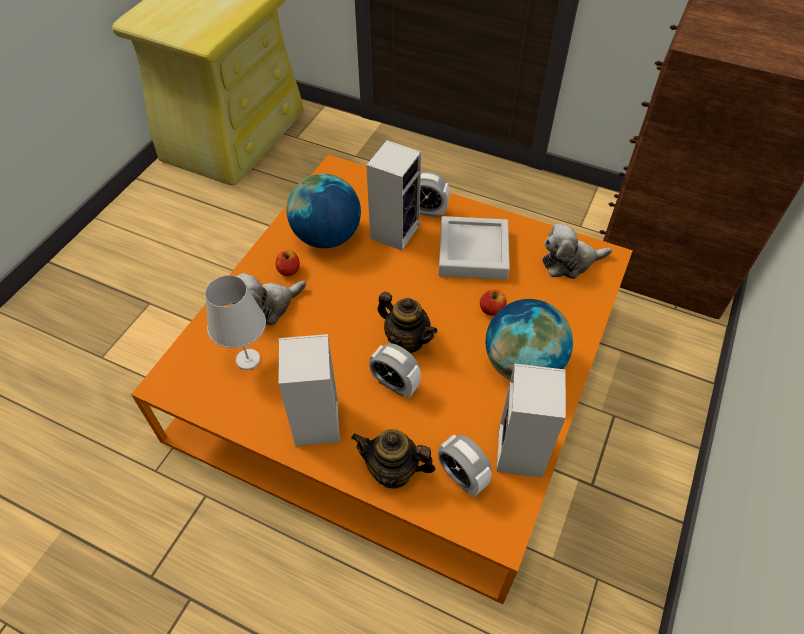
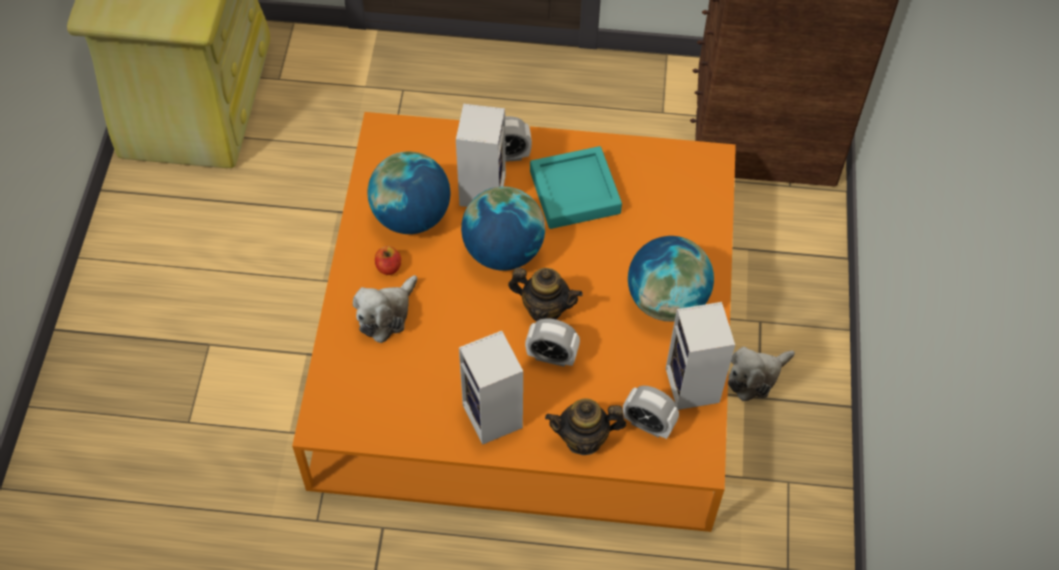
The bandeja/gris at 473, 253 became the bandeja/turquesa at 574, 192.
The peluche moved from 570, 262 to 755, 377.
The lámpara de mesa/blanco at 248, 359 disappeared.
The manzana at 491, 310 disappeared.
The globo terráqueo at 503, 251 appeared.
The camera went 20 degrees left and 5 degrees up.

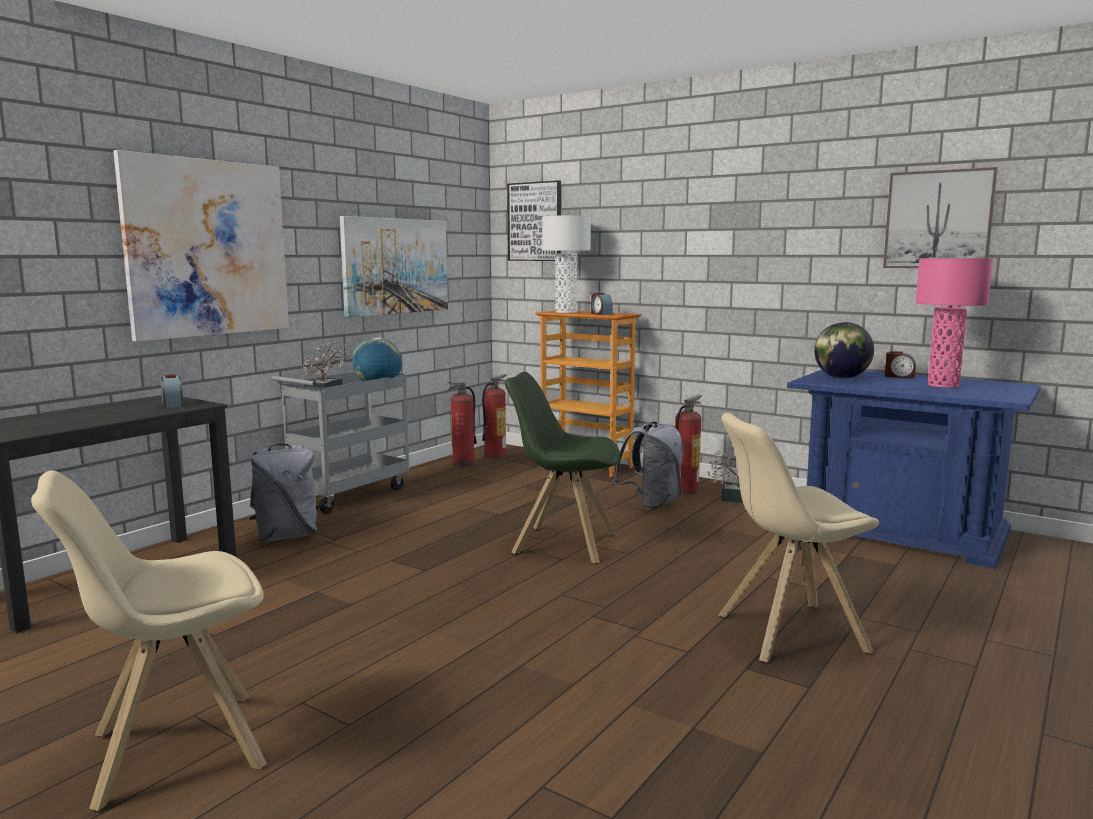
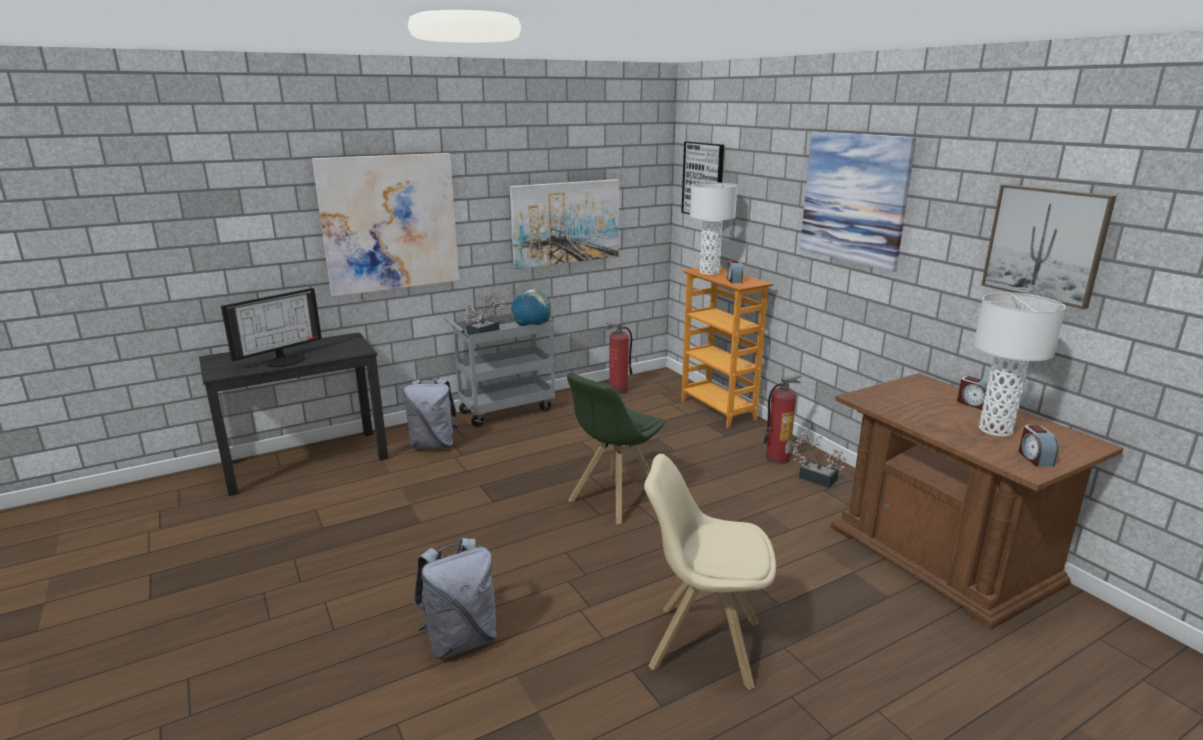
The lámpara de mesa/rosa at 942, 385 became the lámpara de mesa/blanco at 994, 429.
The globo terráqueo at 841, 378 disappeared.
The armario/azul at 900, 530 became the armario/marrón at 941, 555.
The silla/verde at 563, 544 turned 90 degrees counterclockwise.
The despertador moved from 173, 404 to 1034, 458.
The extintor at 495, 456 disappeared.
The mochila/gris moved from 652, 504 to 460, 639.
The silla/beis at 176, 749 disappeared.
The cuadro at 854, 198 appeared.
The monitor at 285, 360 appeared.
The camera went 25 degrees right and 10 degrees up.

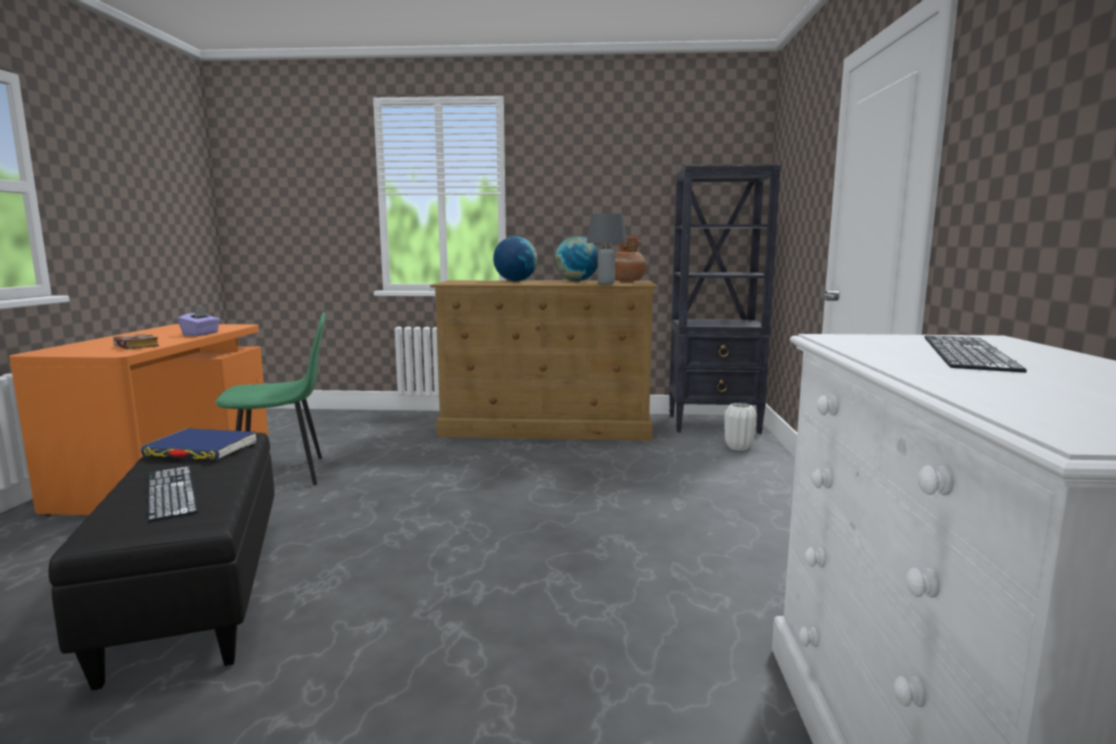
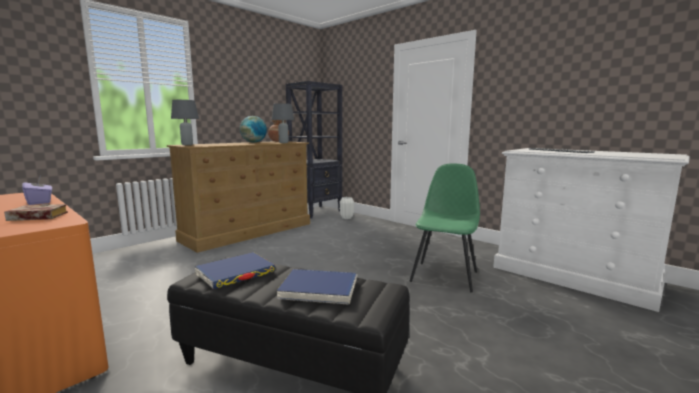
The globo terráqueo at 515, 281 disappeared.
The silla/verde moved from 282, 474 to 444, 276.
The teclado at 171, 492 was replaced by the libro/azul at 319, 289.
The lámpara de mesa/gris at 187, 145 appeared.
The camera went 50 degrees left and 0 degrees up.

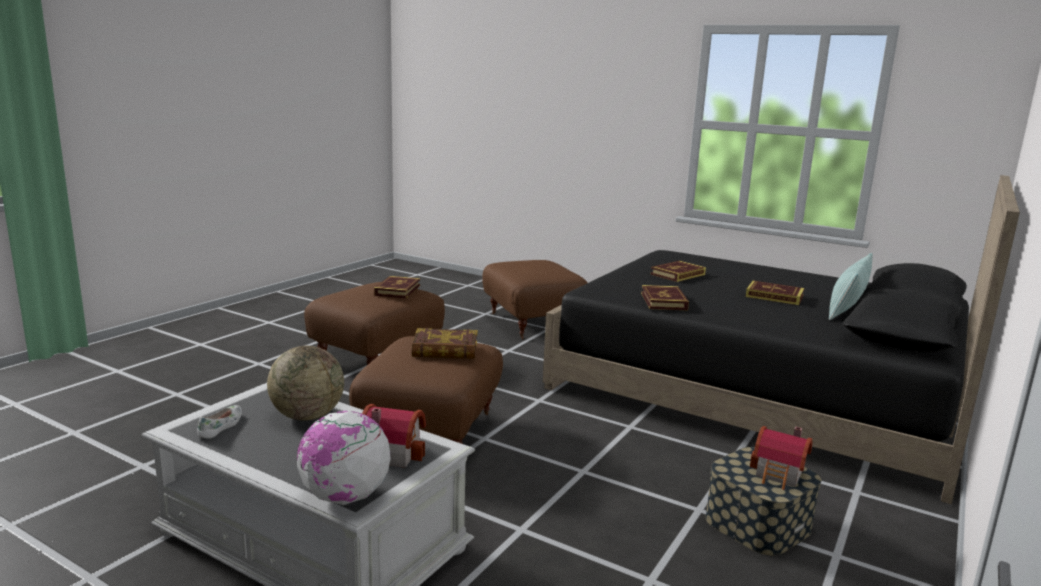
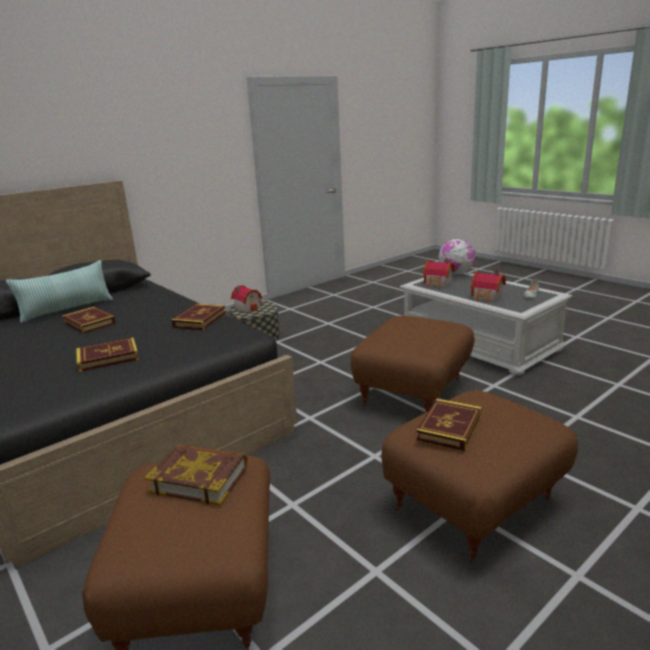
The libro moved from 445, 350 to 199, 478.
The globo terráqueo at 307, 416 was replaced by the casita at 487, 297.
The camera went 160 degrees left and 5 degrees up.

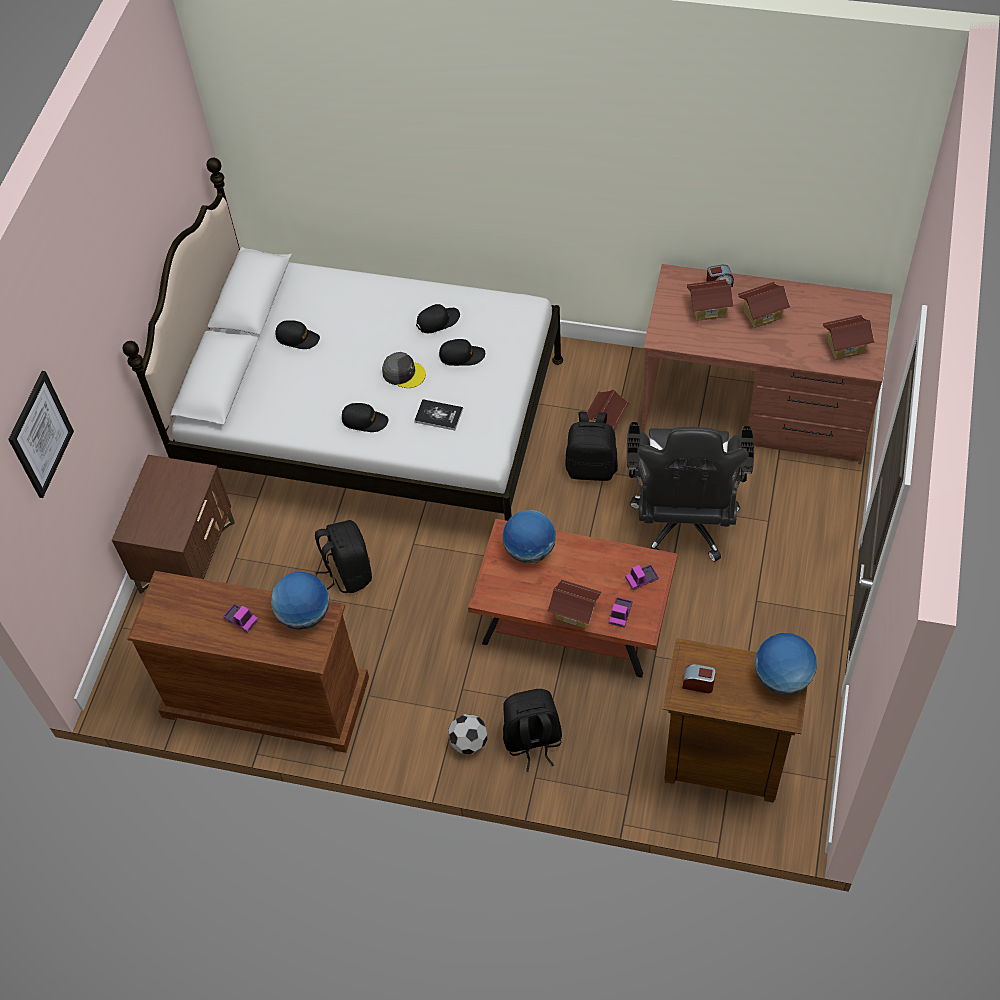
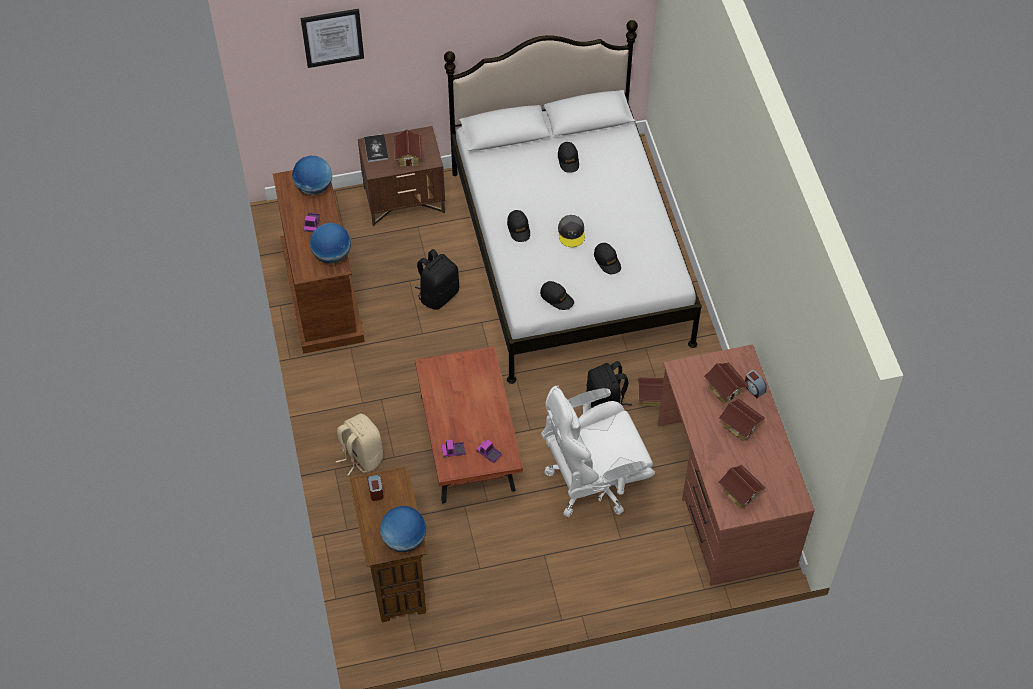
The gorra/negro moved from 438, 321 to 557, 298.
The libro moved from 438, 415 to 376, 148.
The silla de oficina/negro at 683, 515 became the silla de oficina/blanco at 595, 480.
The globo terráqueo moved from 530, 550 to 314, 188.
The casita moved from 574, 613 to 409, 157.
The mochila/negro at 532, 741 became the mochila/beis at 361, 456.
The balón de fútbol at 469, 742 disappeared.
The camera went 60 degrees right and 0 degrees up.

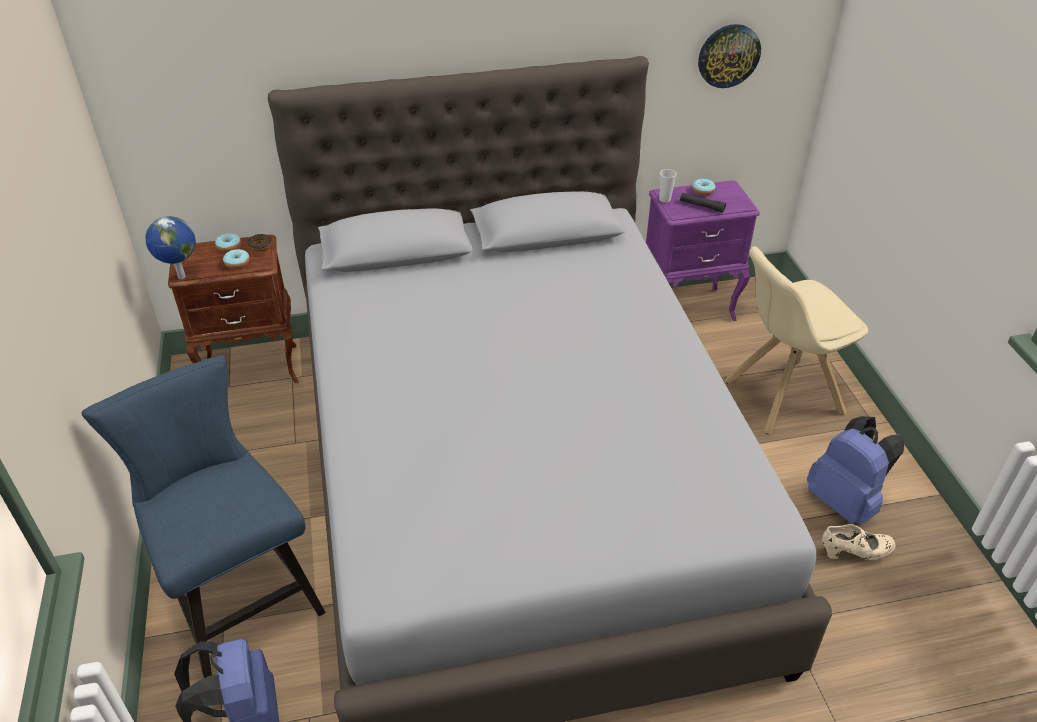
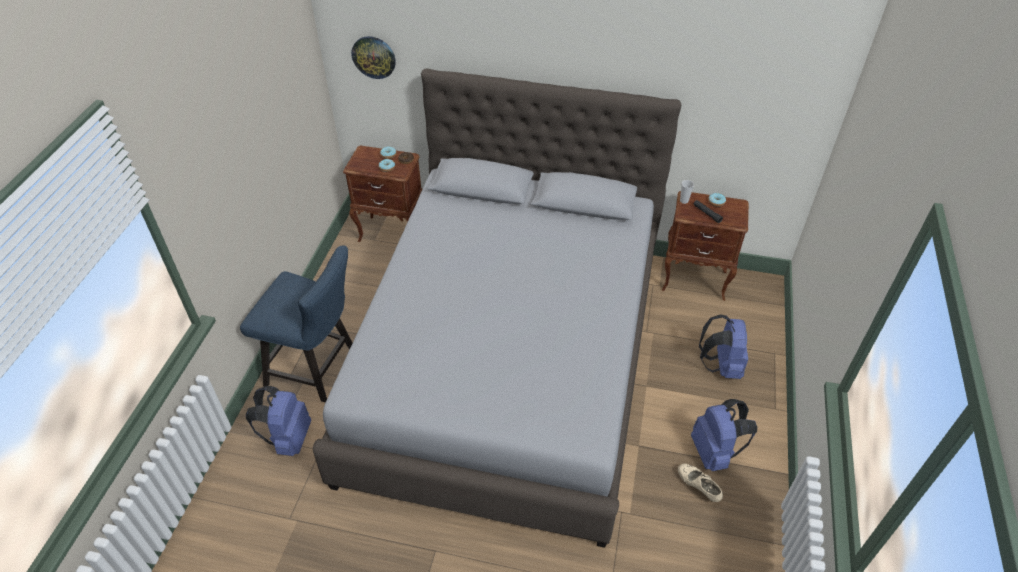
The reloj de pared moved from 728, 55 to 374, 57.
The mesita de noche/morado at 687, 309 became the mesita de noche/marrón at 694, 281.
The globo terráqueo at 180, 277 disappeared.
The silla/beis at 782, 396 was replaced by the mochila/azul at 721, 366.
The silla/azul at 239, 597 turned 120 degrees clockwise.
The zapato/beis at 855, 552 turned 150 degrees counterclockwise.
The camera went 25 degrees right and 5 degrees up.

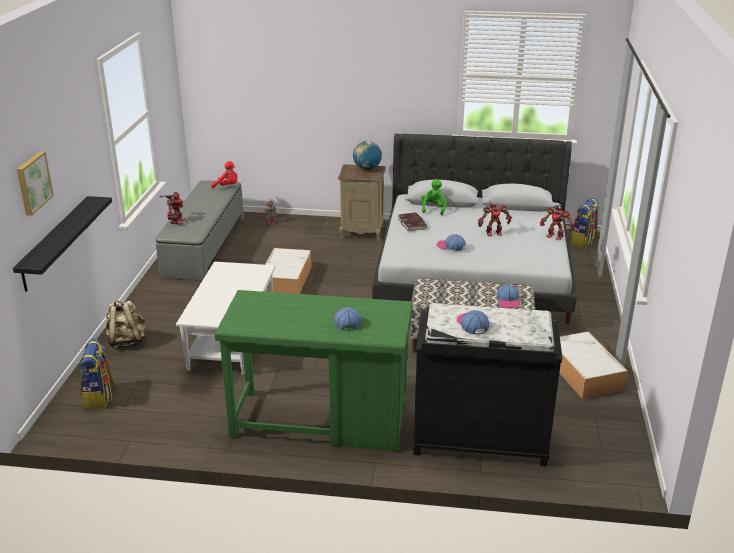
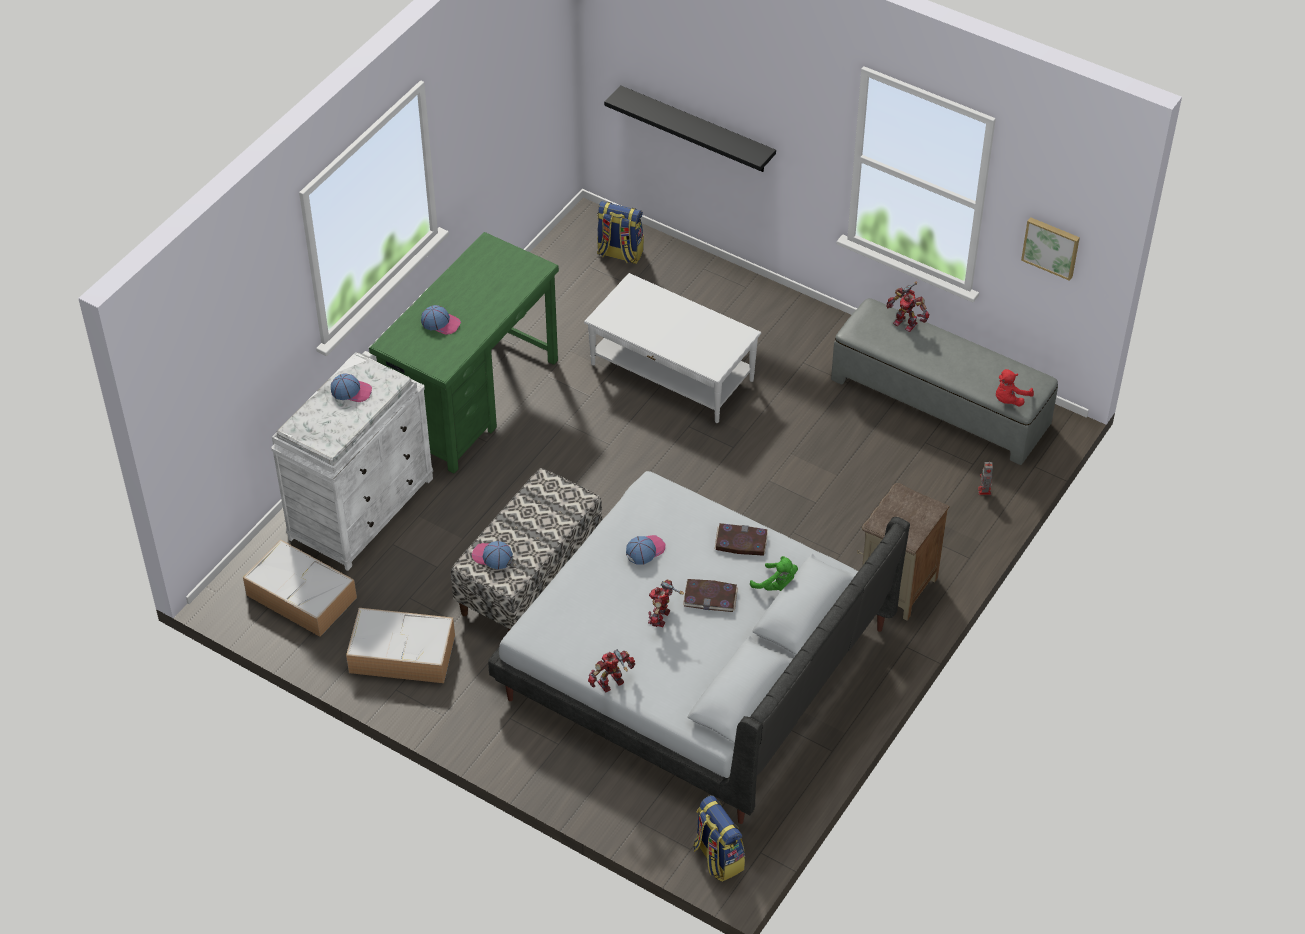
The globo terráqueo at 367, 169 disappeared.
The cuadro moved from 33, 182 to 1051, 247.
The caja de almacenaje moved from 286, 279 to 303, 597.
The mochila/beis at 127, 342 disappeared.
The cómoda/negro at 479, 438 became the cómoda/blanco at 361, 508.
The libro at 710, 597 appeared.
The camera went 115 degrees right and 20 degrees up.

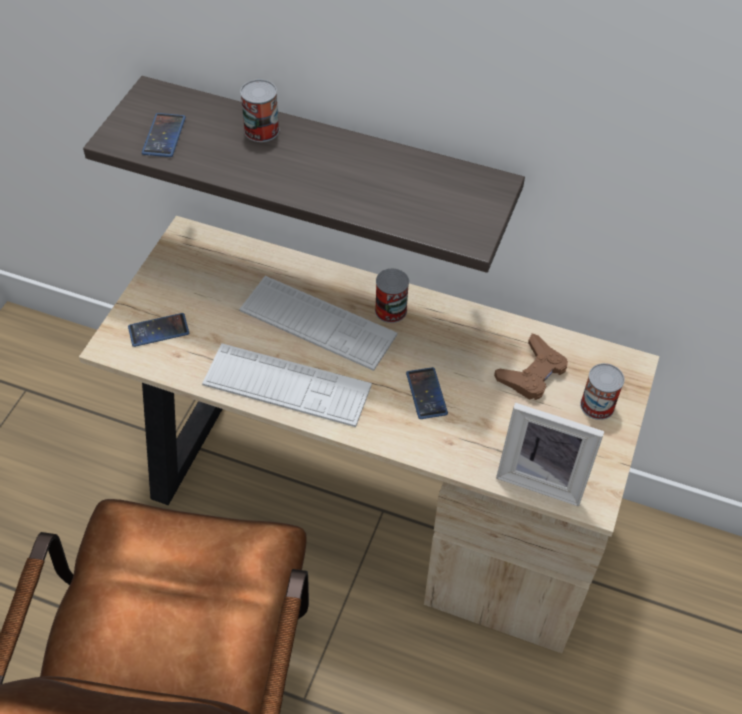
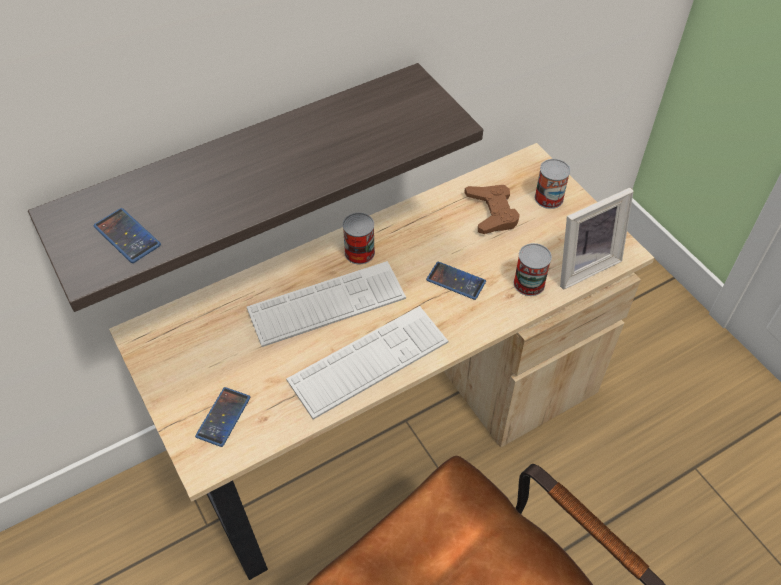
The lata moved from 261, 130 to 529, 283.
The camera went 50 degrees left and 0 degrees up.

